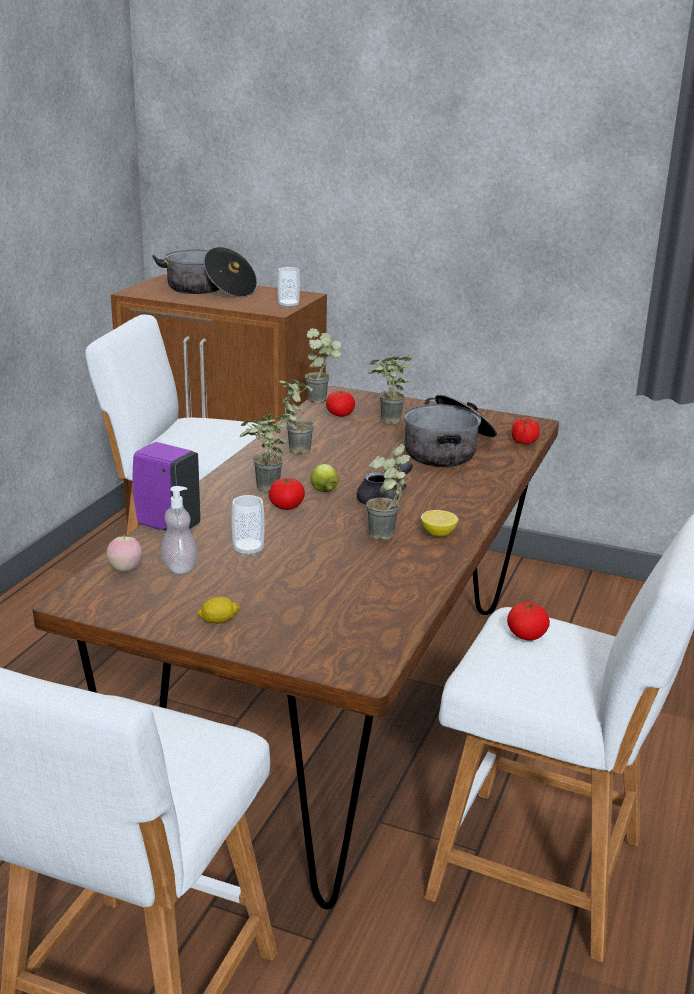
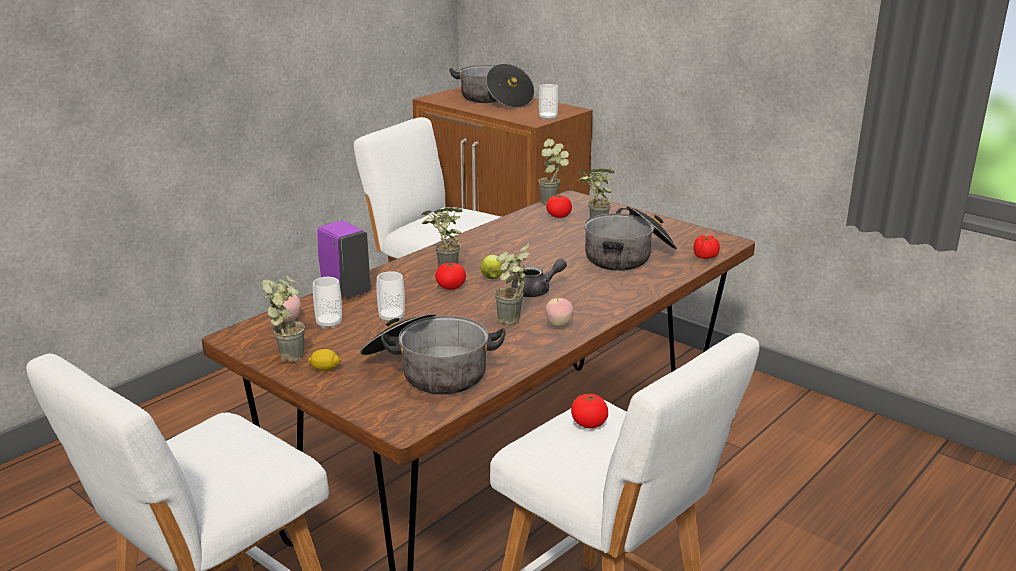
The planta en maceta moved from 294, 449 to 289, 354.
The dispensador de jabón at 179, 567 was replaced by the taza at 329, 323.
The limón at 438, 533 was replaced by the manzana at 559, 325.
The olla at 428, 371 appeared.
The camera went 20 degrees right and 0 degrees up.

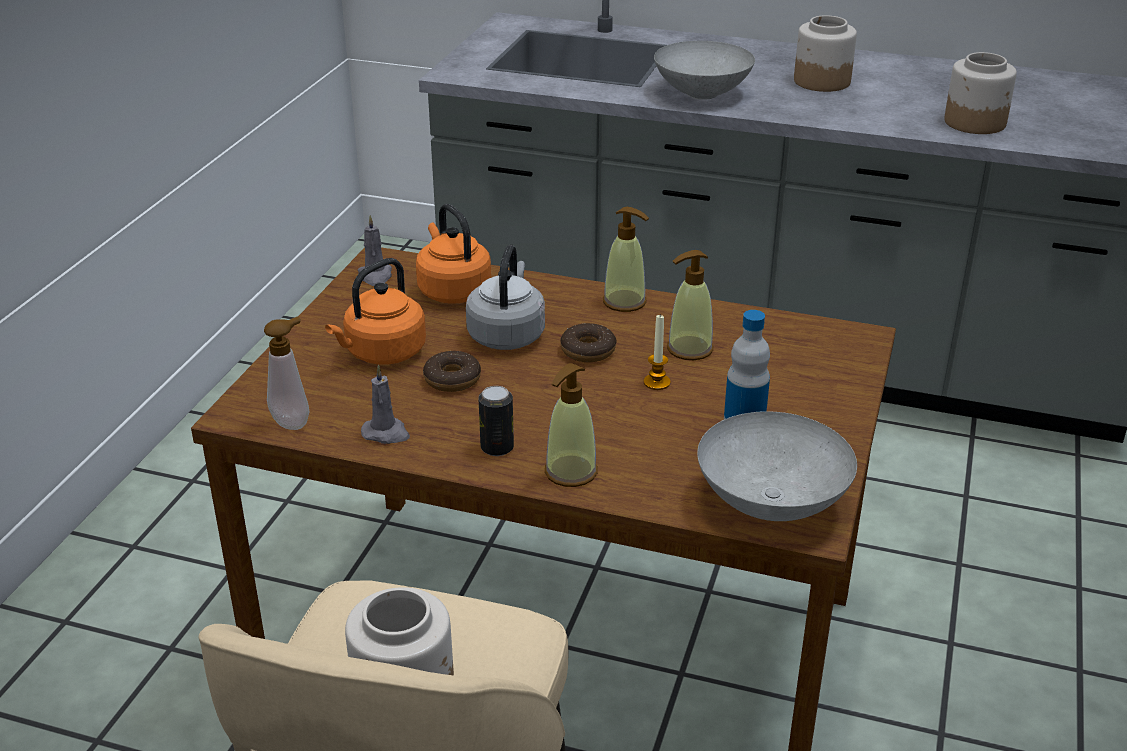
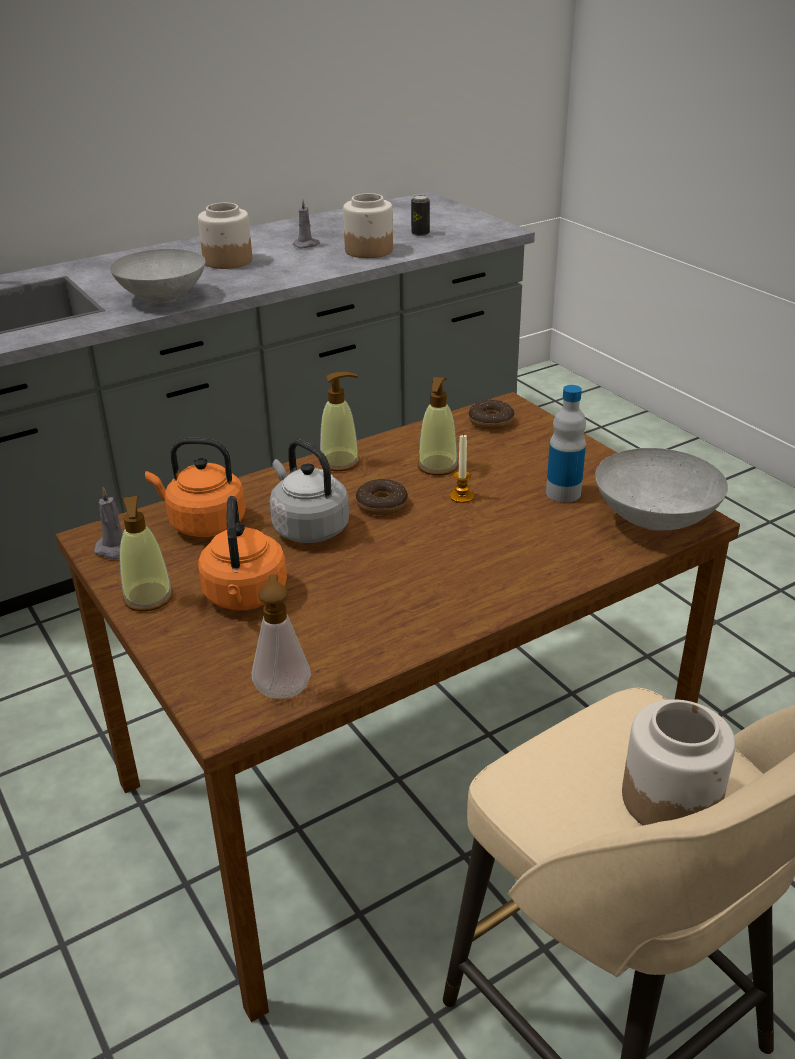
The rosquilla moved from 452, 379 to 491, 421.
The dispensador de jabón moved from 570, 472 to 148, 598.
The vela/gris moved from 386, 433 to 307, 245.
The lata moved from 497, 448 to 420, 233.
The camera went 50 degrees left and 0 degrees up.

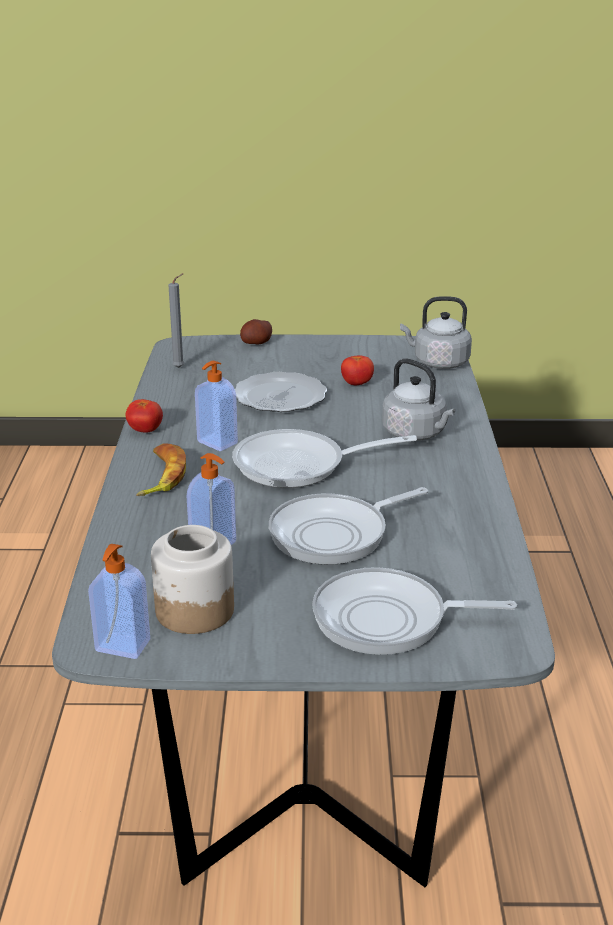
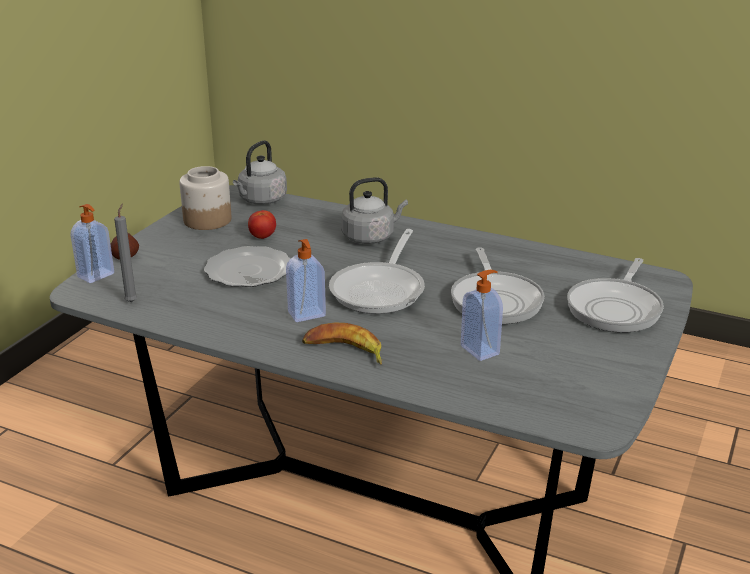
The tomate at 145, 430 disappeared.
The tarro moved from 194, 610 to 207, 220.
The dispensador de jabón moved from 122, 647 to 96, 275.
The camera went 65 degrees left and 0 degrees up.

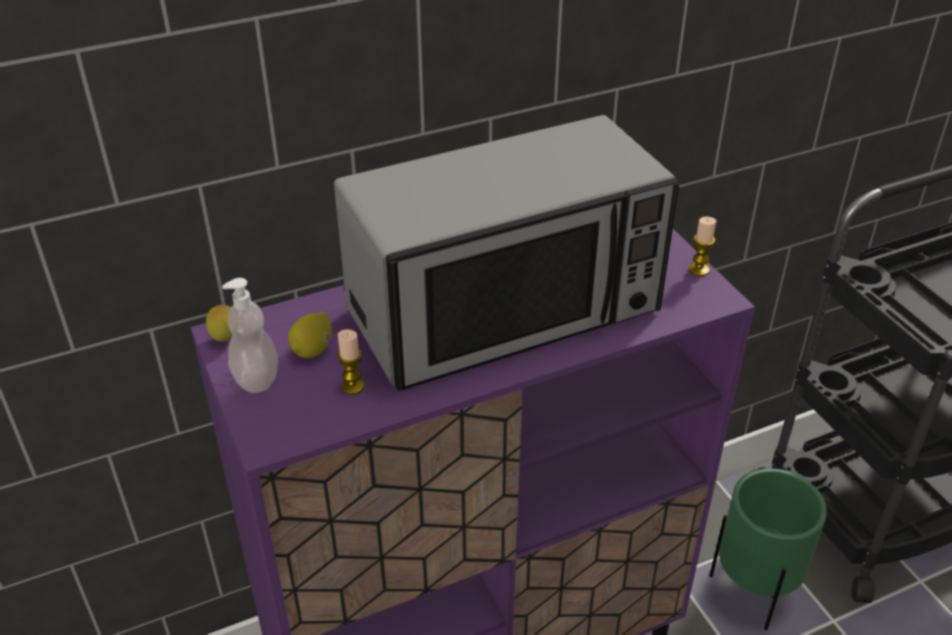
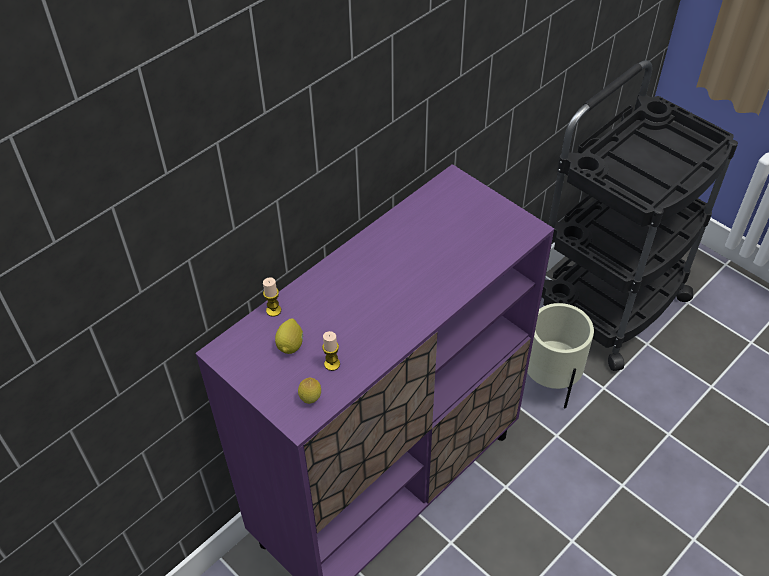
The microondas at 506, 312 disappeared.
The vela moved from 699, 270 to 273, 310.
The dispensador de jabón at 256, 378 disappeared.
The limón moved from 225, 339 to 310, 399.
The maceta/verde at 754, 592 became the maceta/beis at 549, 385.
The camera went 20 degrees left and 10 degrees up.

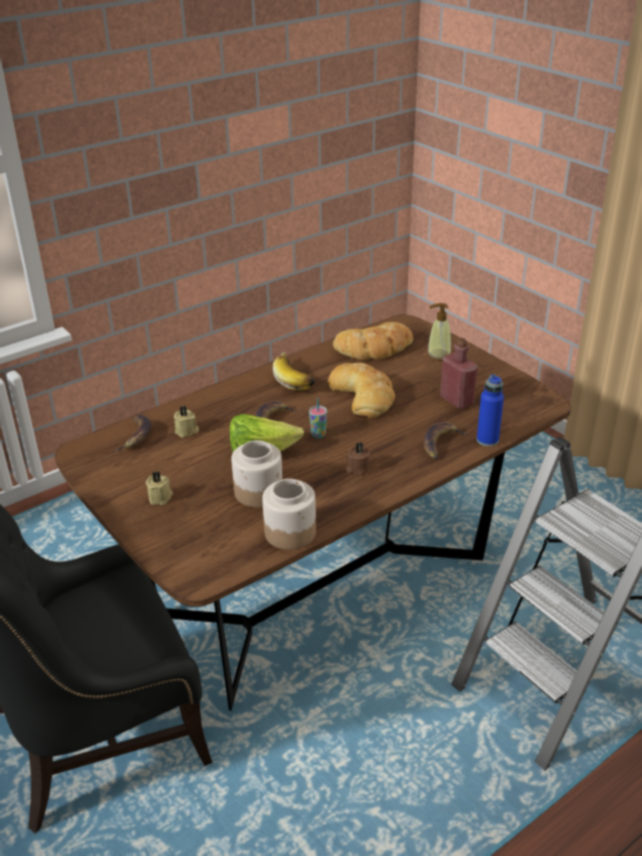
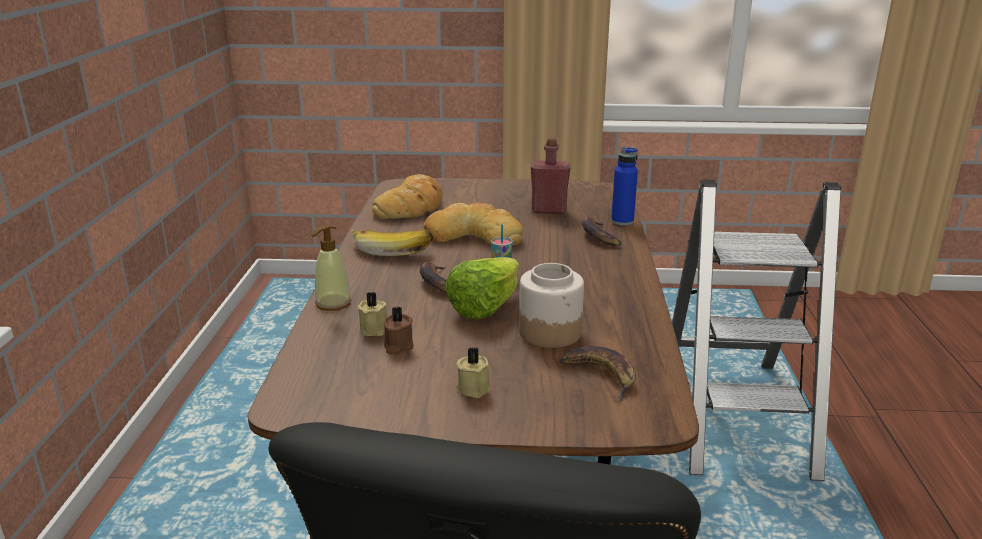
The dispensador de jabón moved from 438, 355 to 333, 303.
The plátano moved from 136, 436 to 601, 375.
The vela/marrón moved from 357, 468 to 397, 346.
The tarro at 290, 532 disappeared.
The camera went 50 degrees left and 10 degrees down.

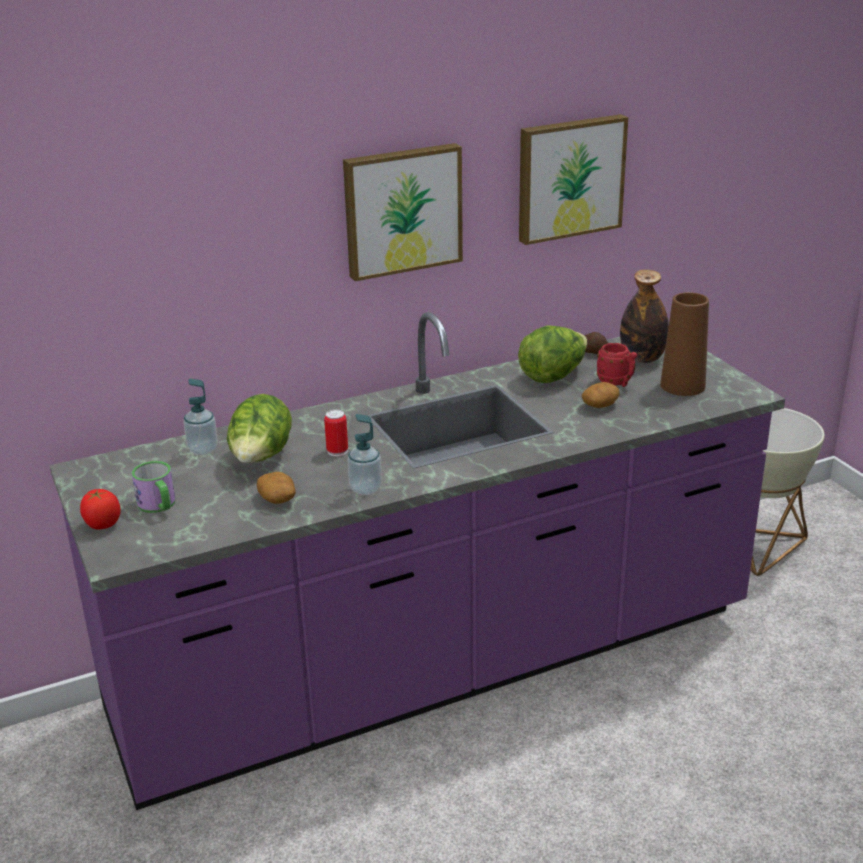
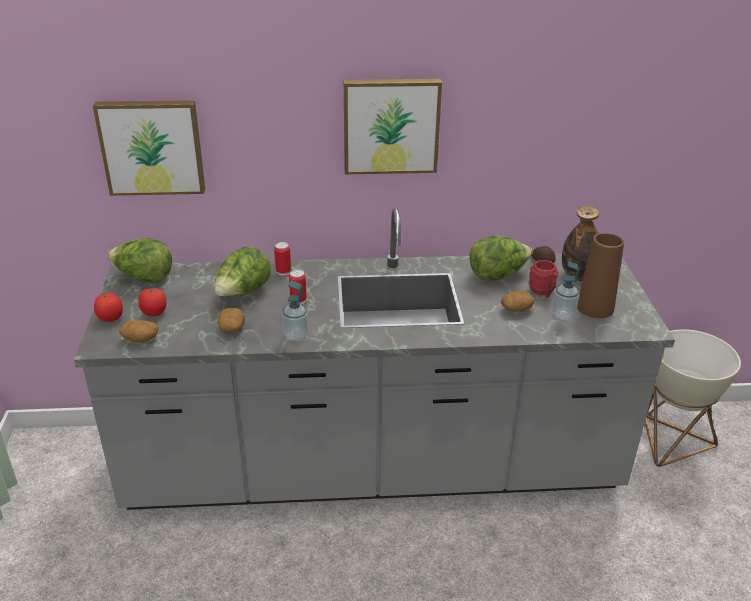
The cuadro moved from 569, 177 to 152, 146.
The mueble bajo de cocina/morado at 437, 667 became the mueble bajo de cocina/gris at 373, 467.
The dispensador de jabón moved from 203, 449 to 563, 315.
The taza grande at 159, 506 was replaced by the tomate at 154, 313.
The lechuga at 144, 278 appeared.
The lata at 283, 271 appeared.
The patata at 140, 339 appeared.
The camera went 20 degrees right and 5 degrees up.

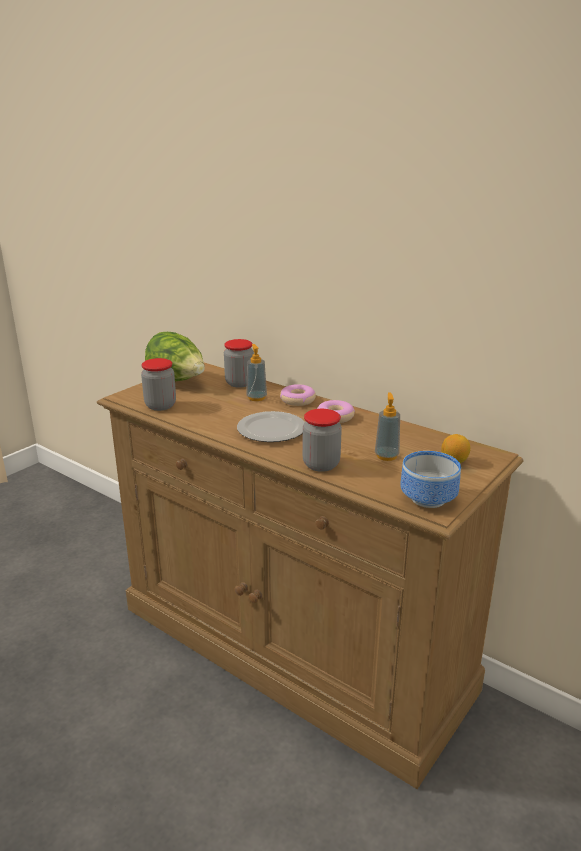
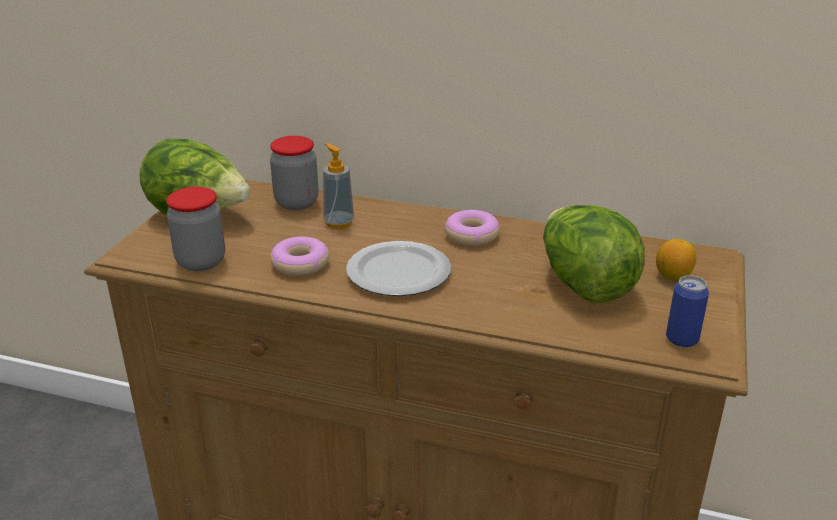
The rosquilla moved from 298, 400 to 300, 264.
The dispensador de jabón at 386, 456 was replaced by the lechuga at 584, 284.
The tarro at 321, 464 disappeared.
The cuenco at 426, 497 was replaced by the lata at 682, 339.
The camera went 20 degrees left and 5 degrees up.

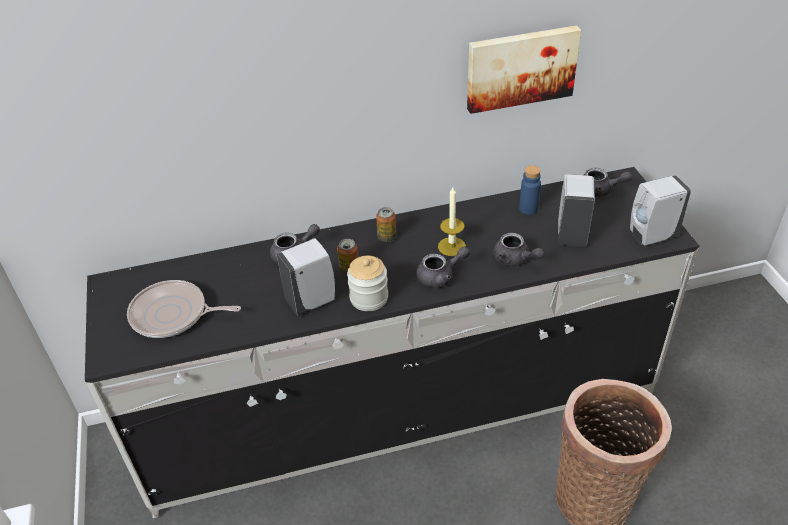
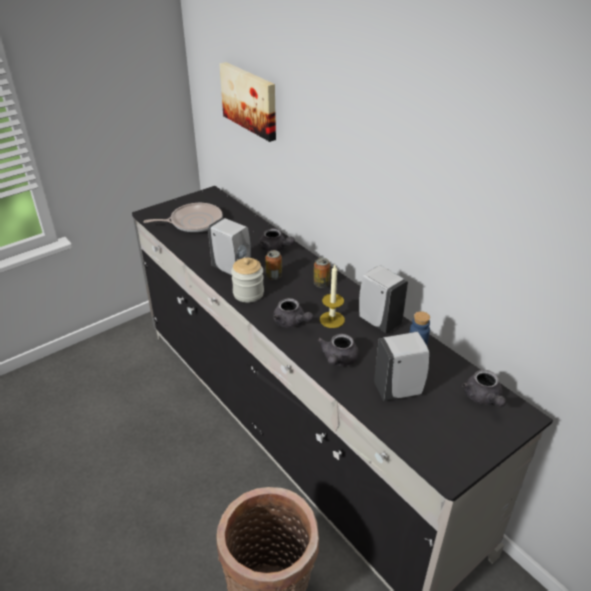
The cuadro moved from 520, 67 to 250, 100.
The dispensador de jabón/blanco moved from 650, 236 to 378, 321.
The sartén at 173, 315 turned 90 degrees clockwise.
The camera went 65 degrees right and 5 degrees down.

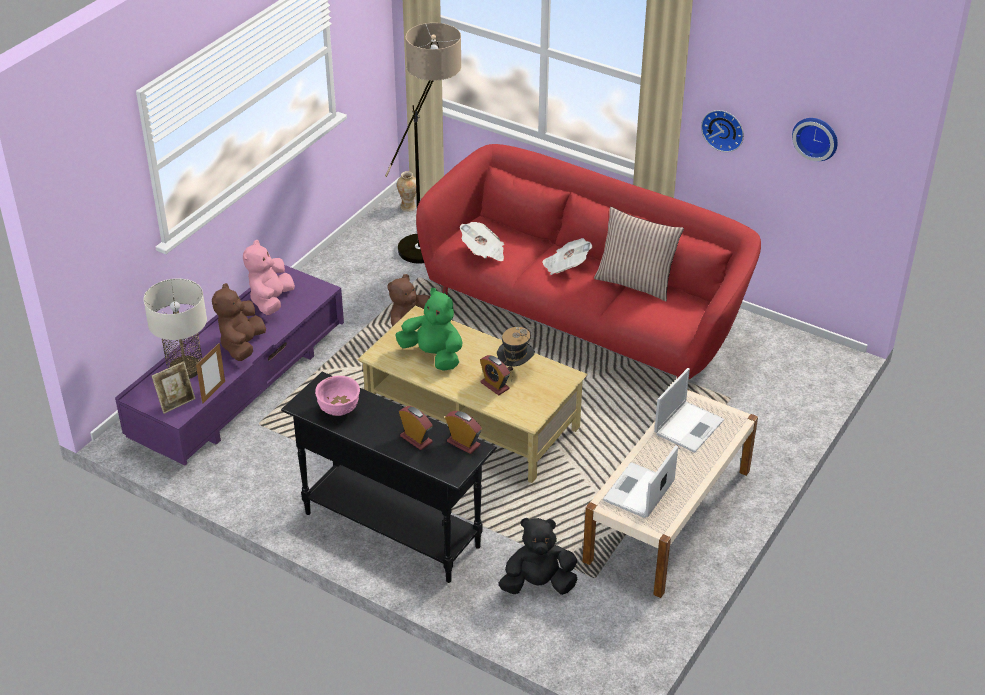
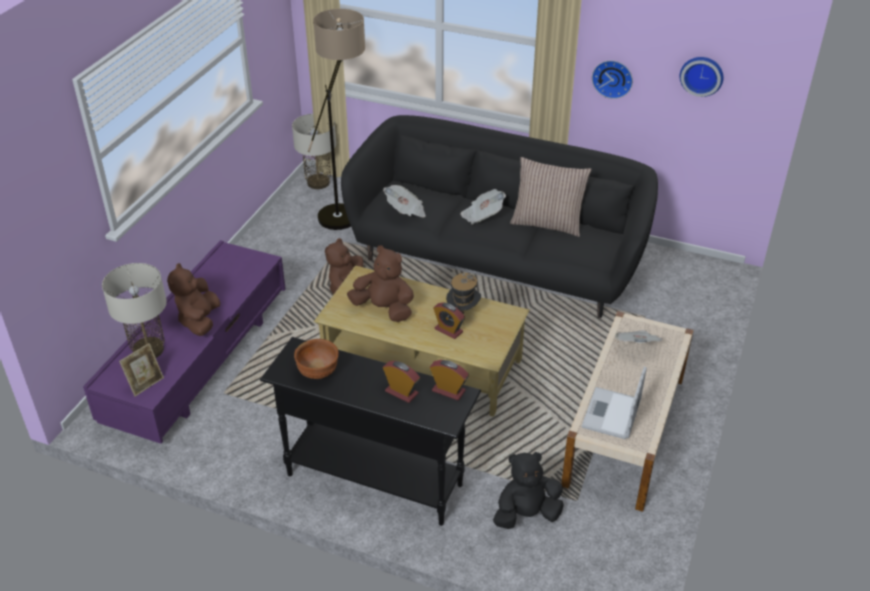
The sofá/rojo at 583, 317 became the sofá/negro at 496, 260.
The florero at 408, 207 was replaced by the lámpara de mesa at 318, 183.
The peluche/rosa at 271, 301 disappeared.
The peluche/verde at 433, 355 became the peluche/marrón at 384, 309.
The portarretratos at 213, 392 disappeared.
The portátil at 689, 426 was replaced by the periódico at 636, 346.
The cuenco/rosa at 339, 410 became the cuenco/marrón at 318, 373.
The camera went 10 degrees left and 0 degrees up.

